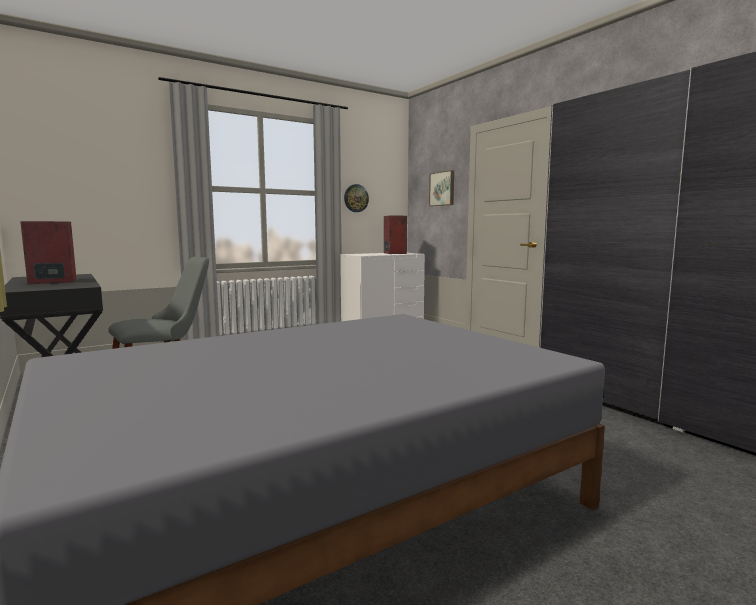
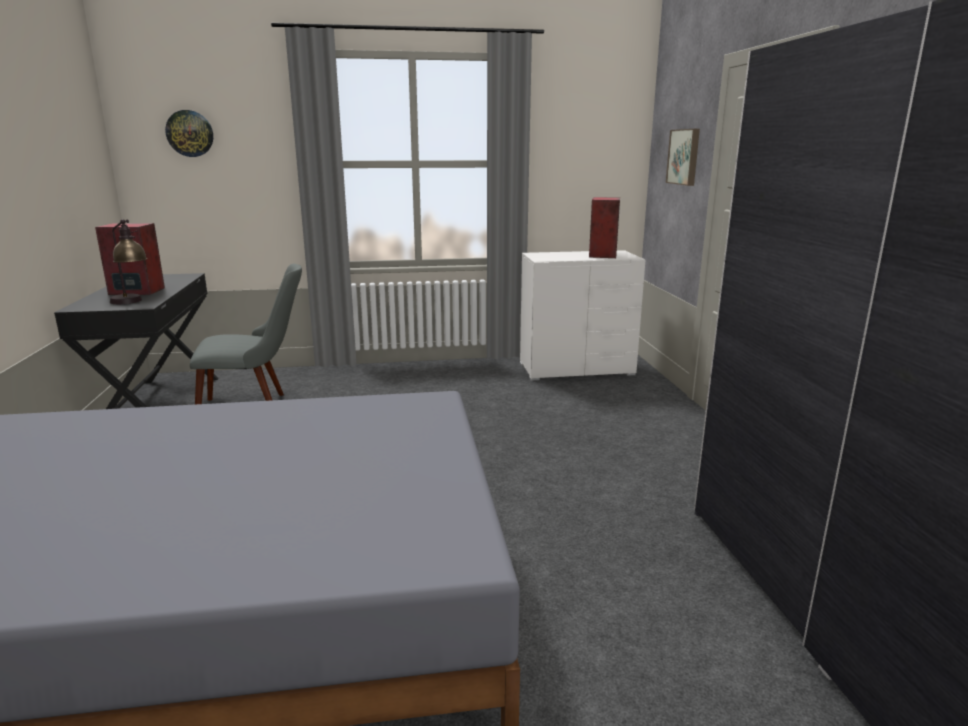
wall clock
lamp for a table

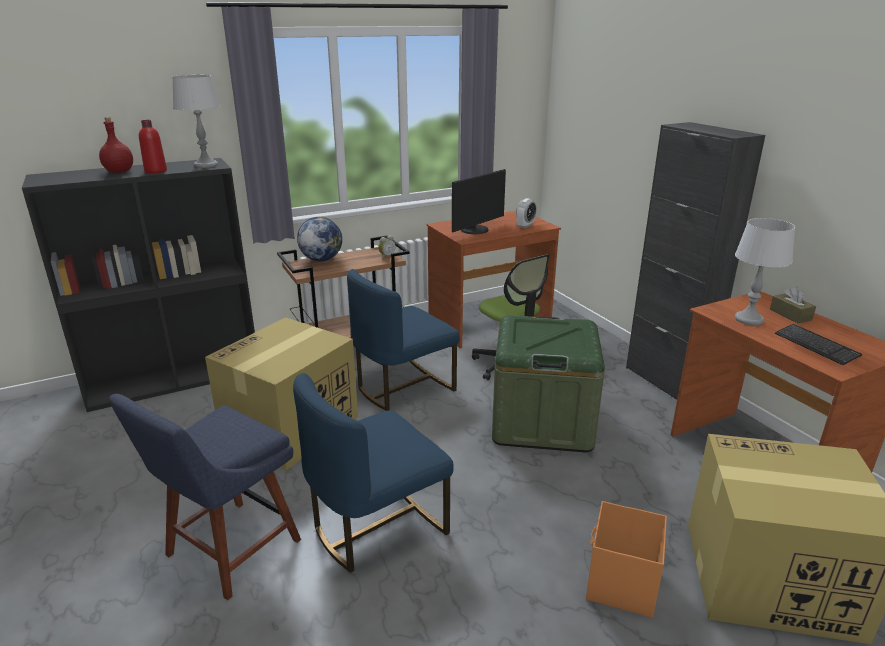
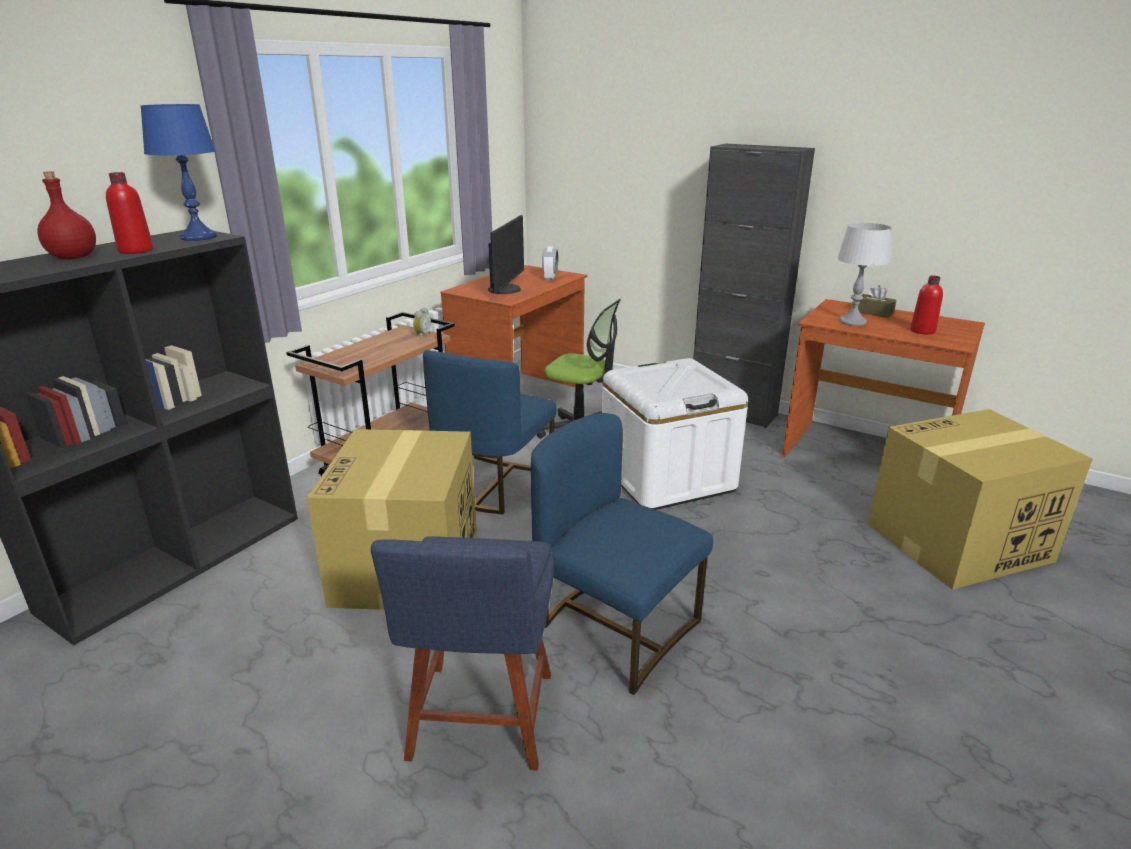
bluish lamp for a table
globe
white storage container
red-coloured bottle (no. 3 from left)
bluish upright chair (no. 3 from left)
orangey storage container

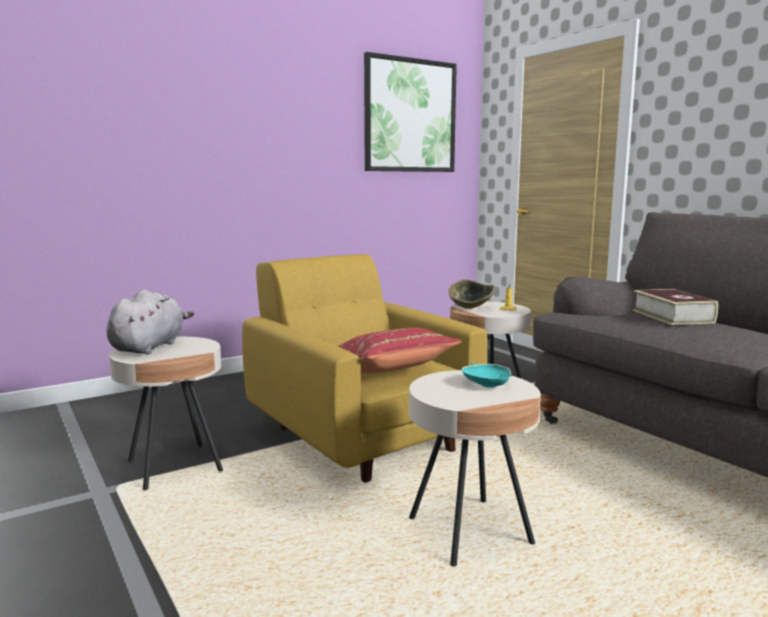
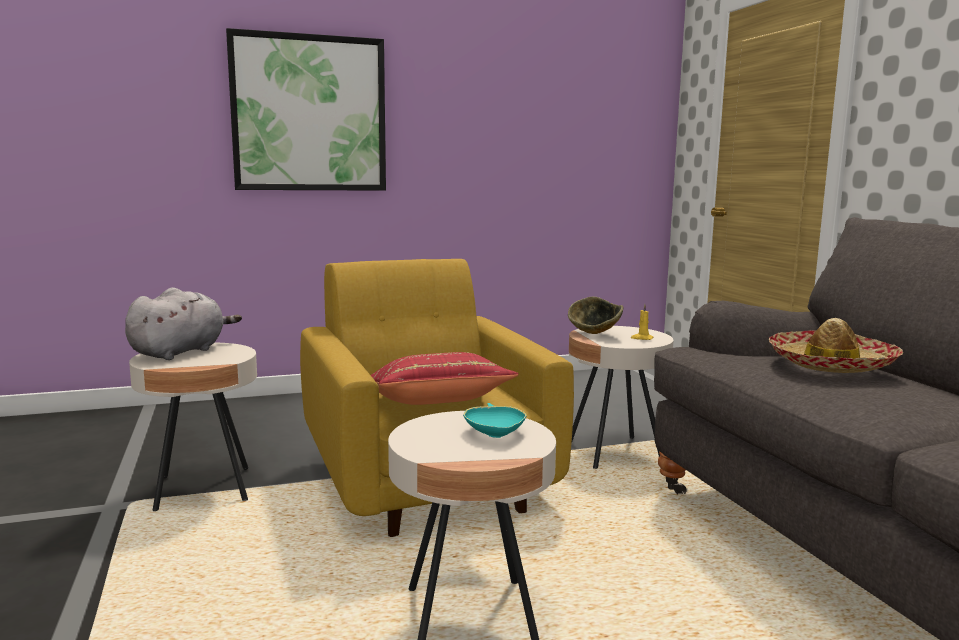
wall picture
wearable hat

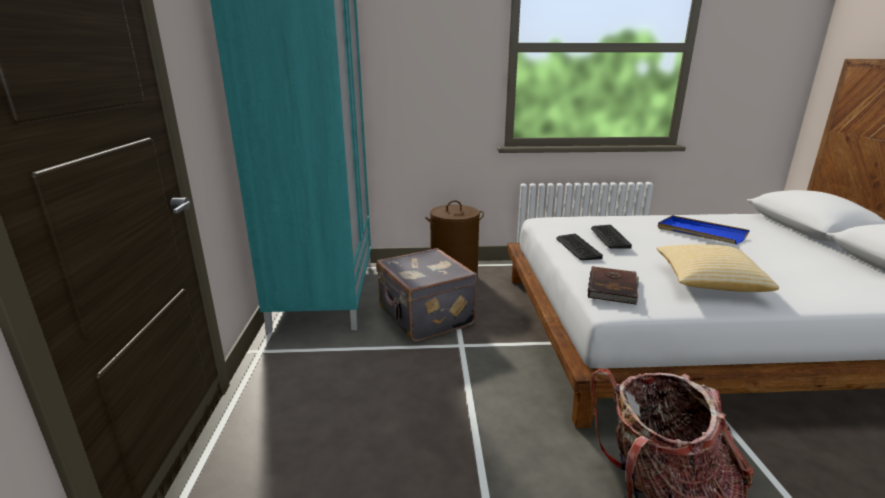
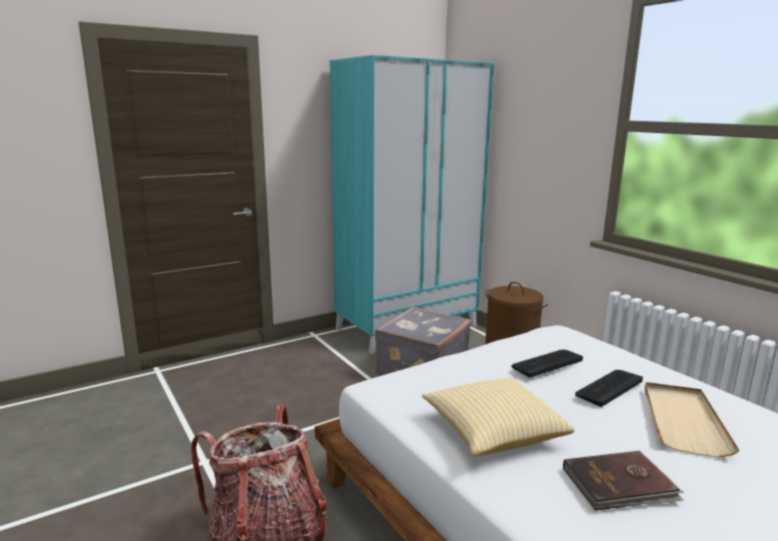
beige serving tray
PC keyboard (no. 2 from left)
brown-coloured bound book

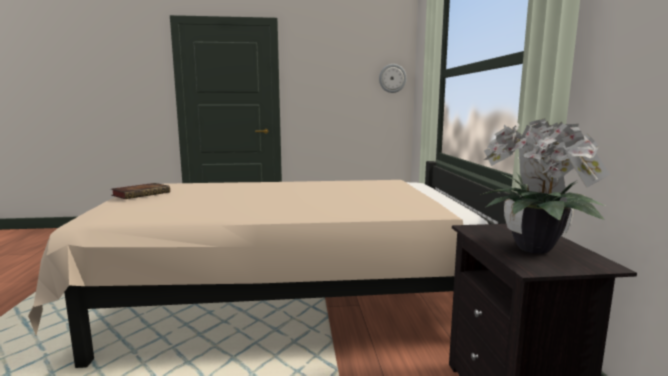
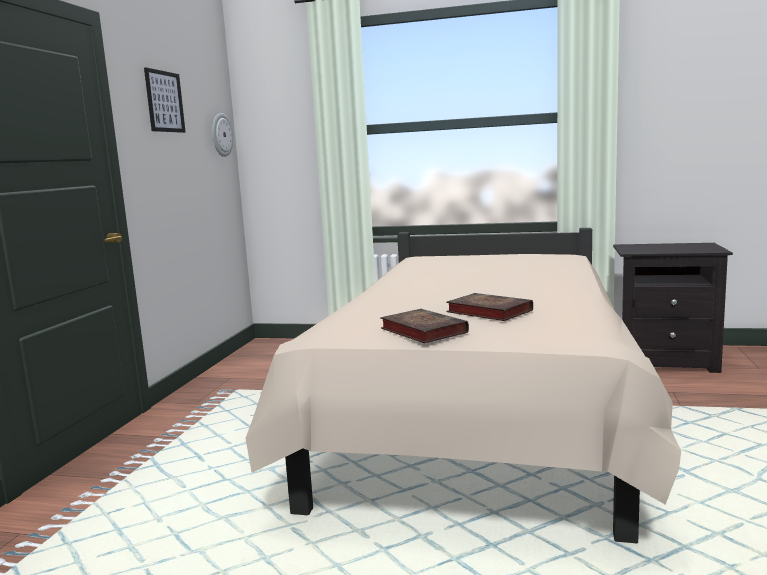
potted plant
wall picture
bound book (no. 2 from left)

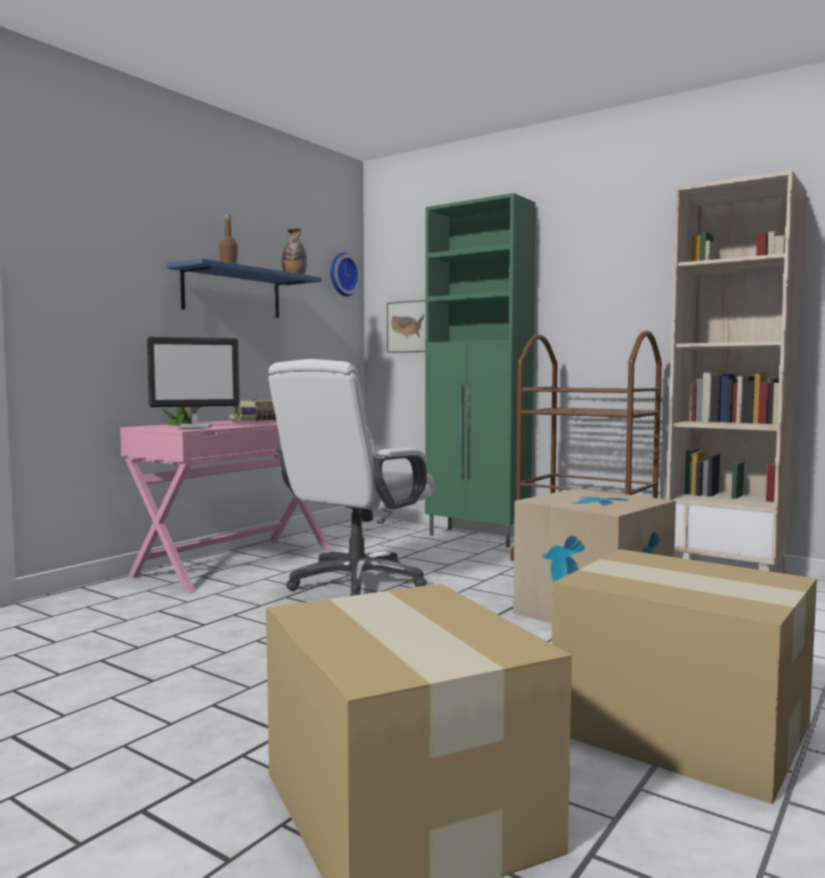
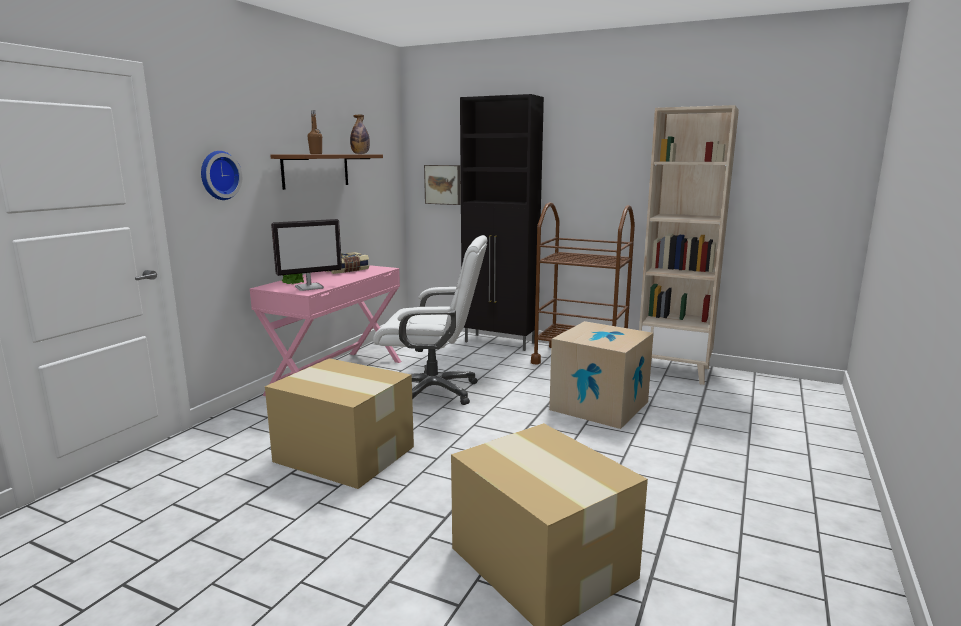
black-coloured cabinet
wall clock
brown-coloured shelf
white office chair
carton (no. 1 from left)

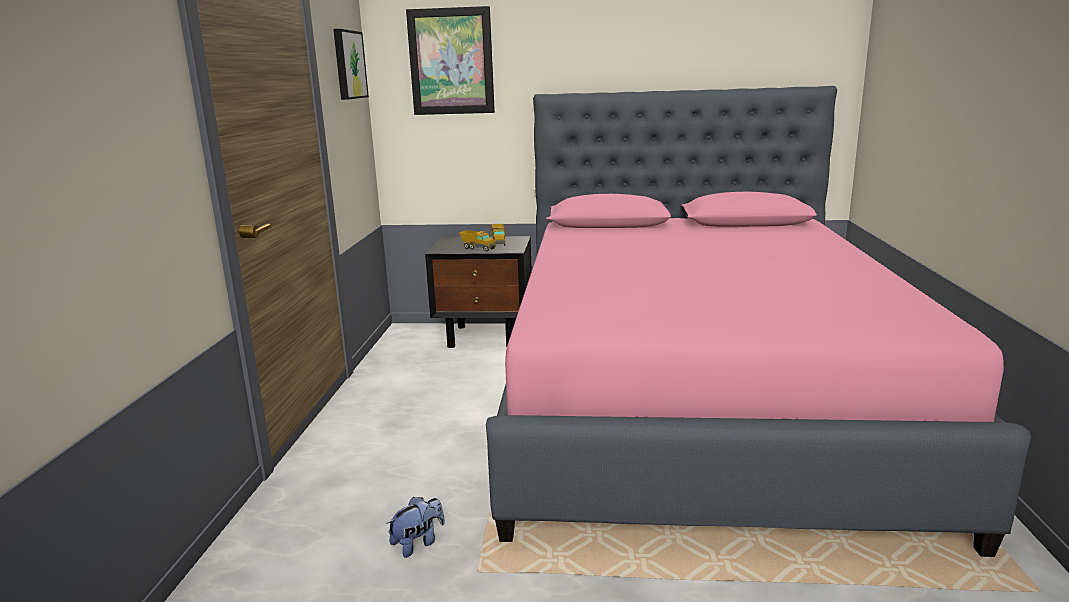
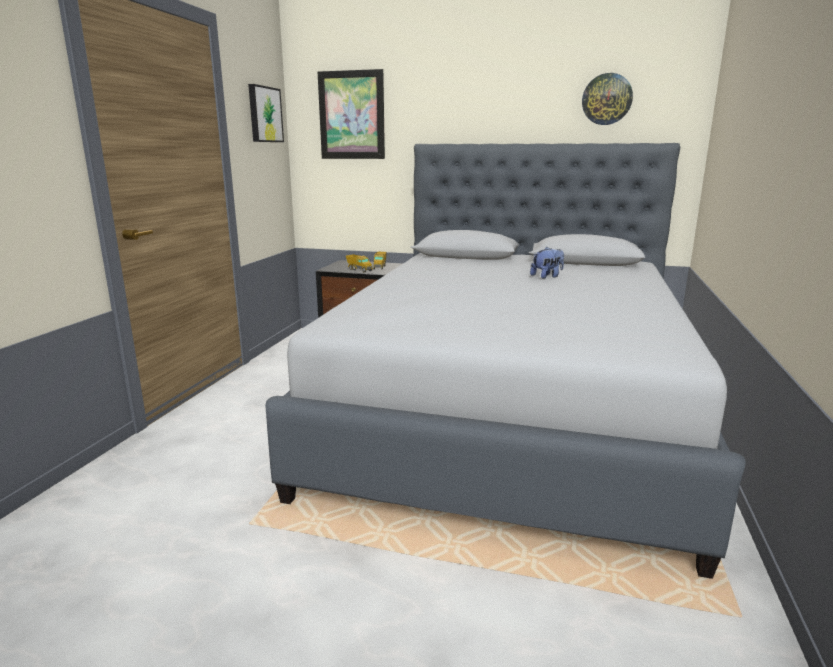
gray bedroom bed
cuddly toy
wall clock

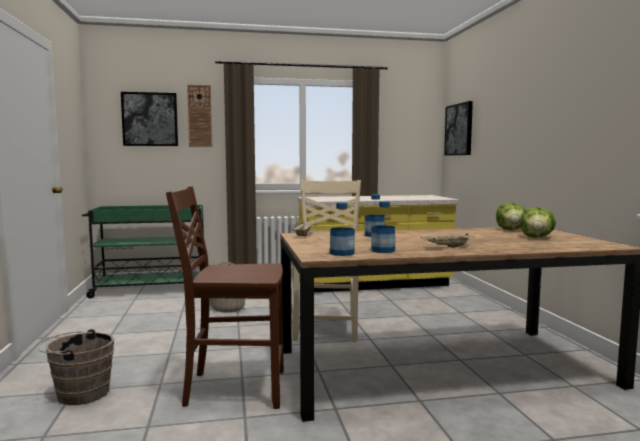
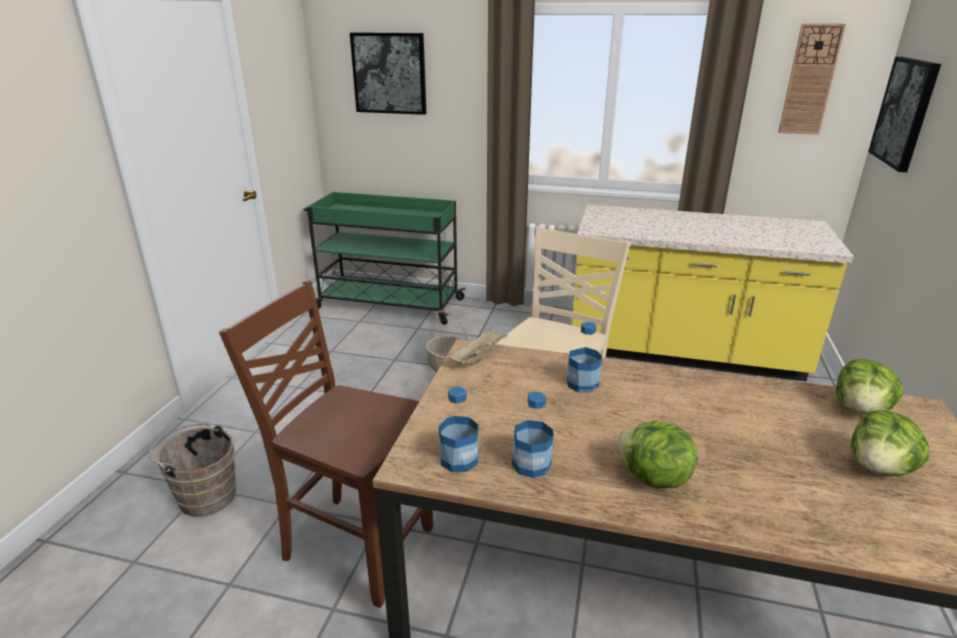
wall clock
lettuce head (no. 1 from left)

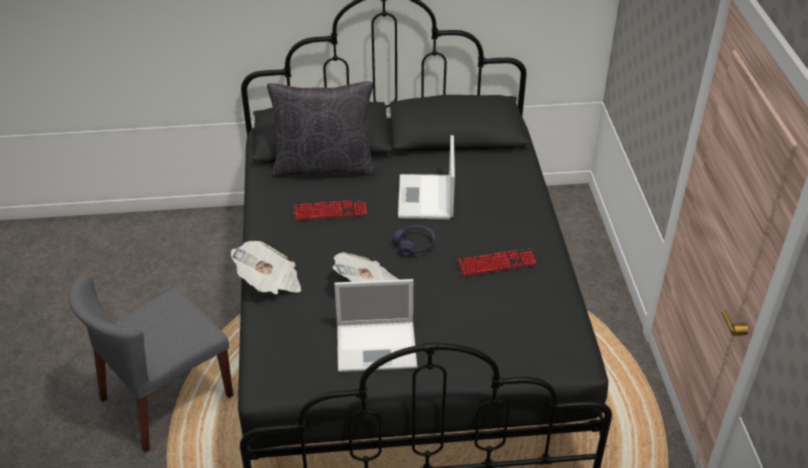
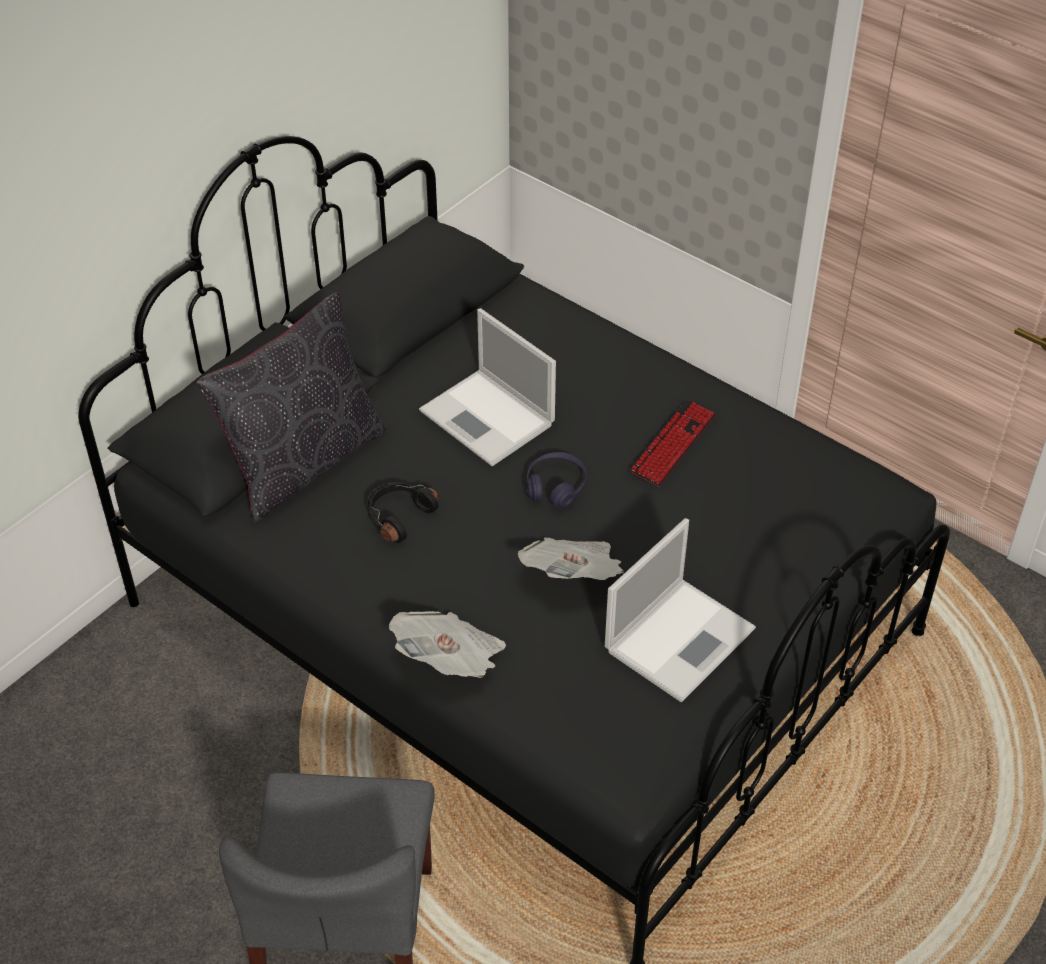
black-coloured headset

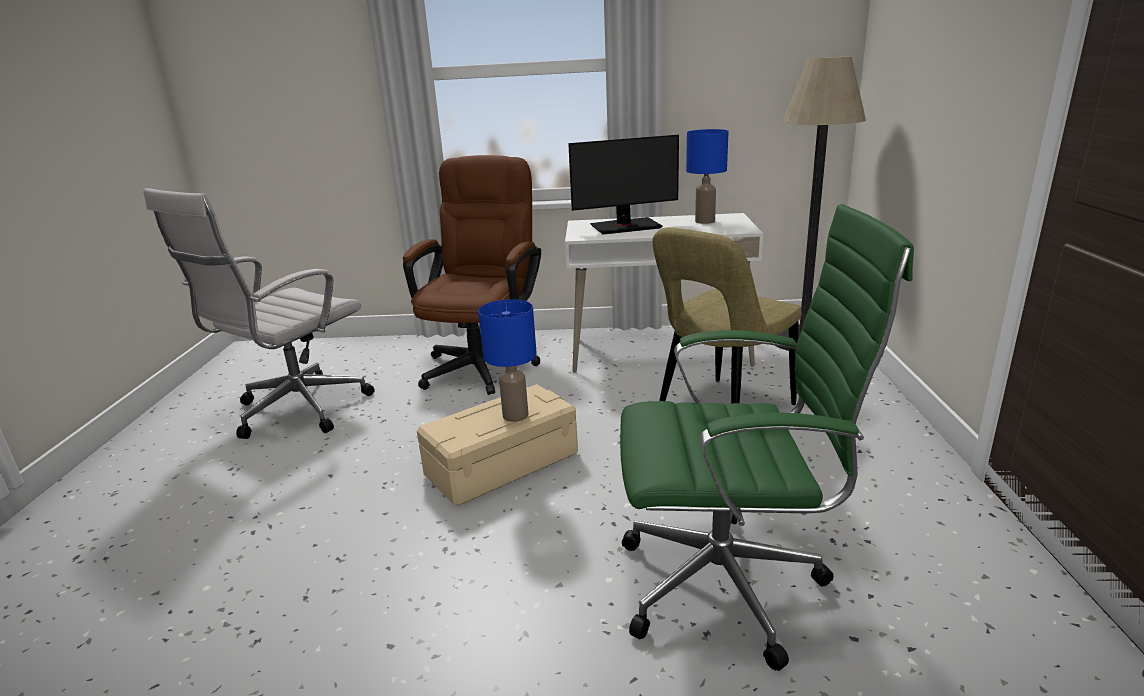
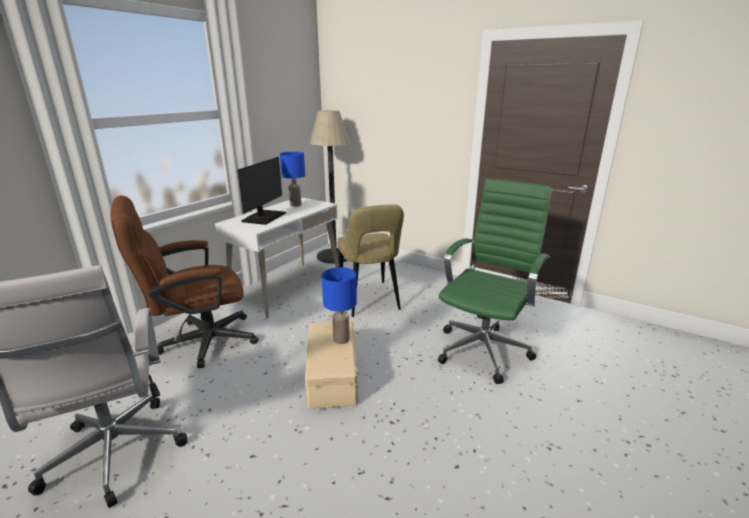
brown-coloured office chair

